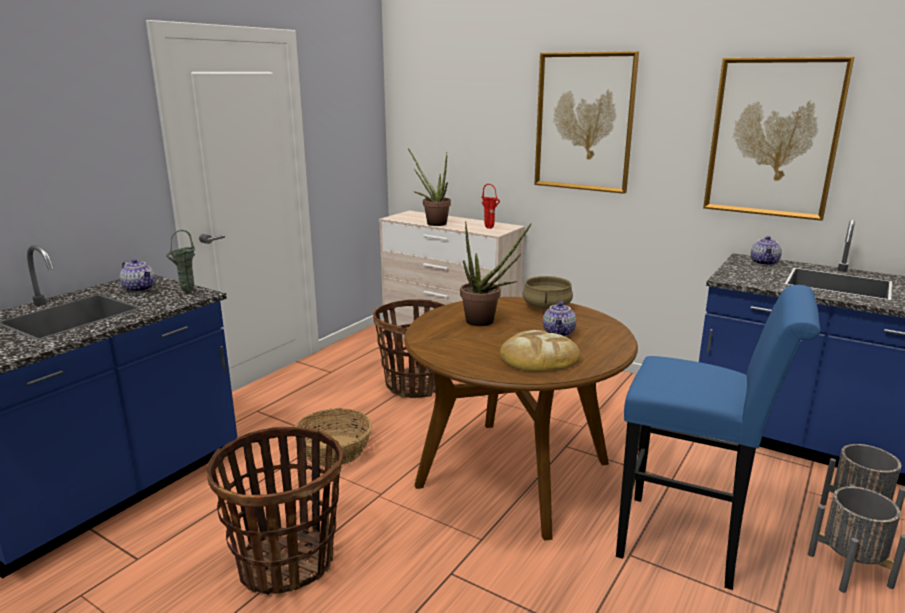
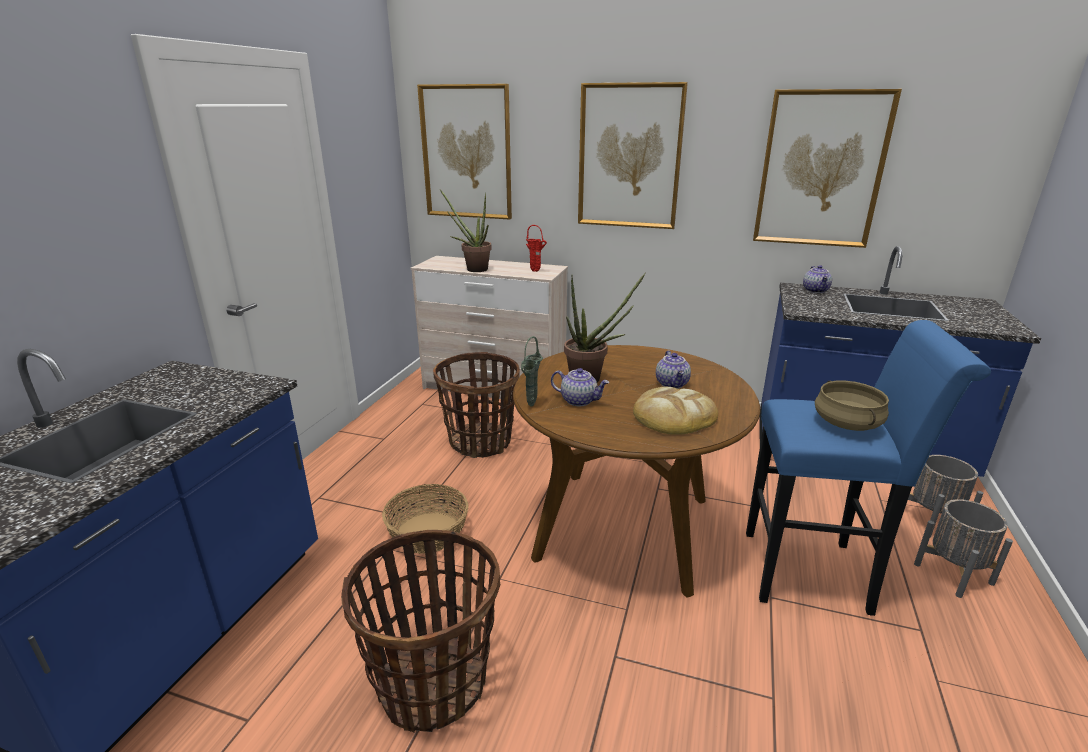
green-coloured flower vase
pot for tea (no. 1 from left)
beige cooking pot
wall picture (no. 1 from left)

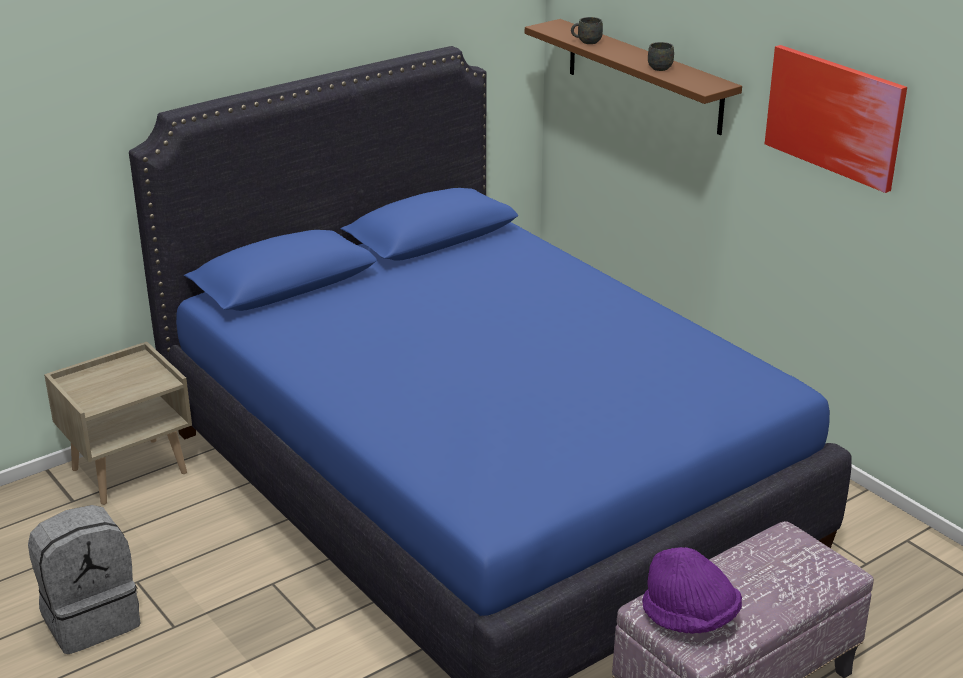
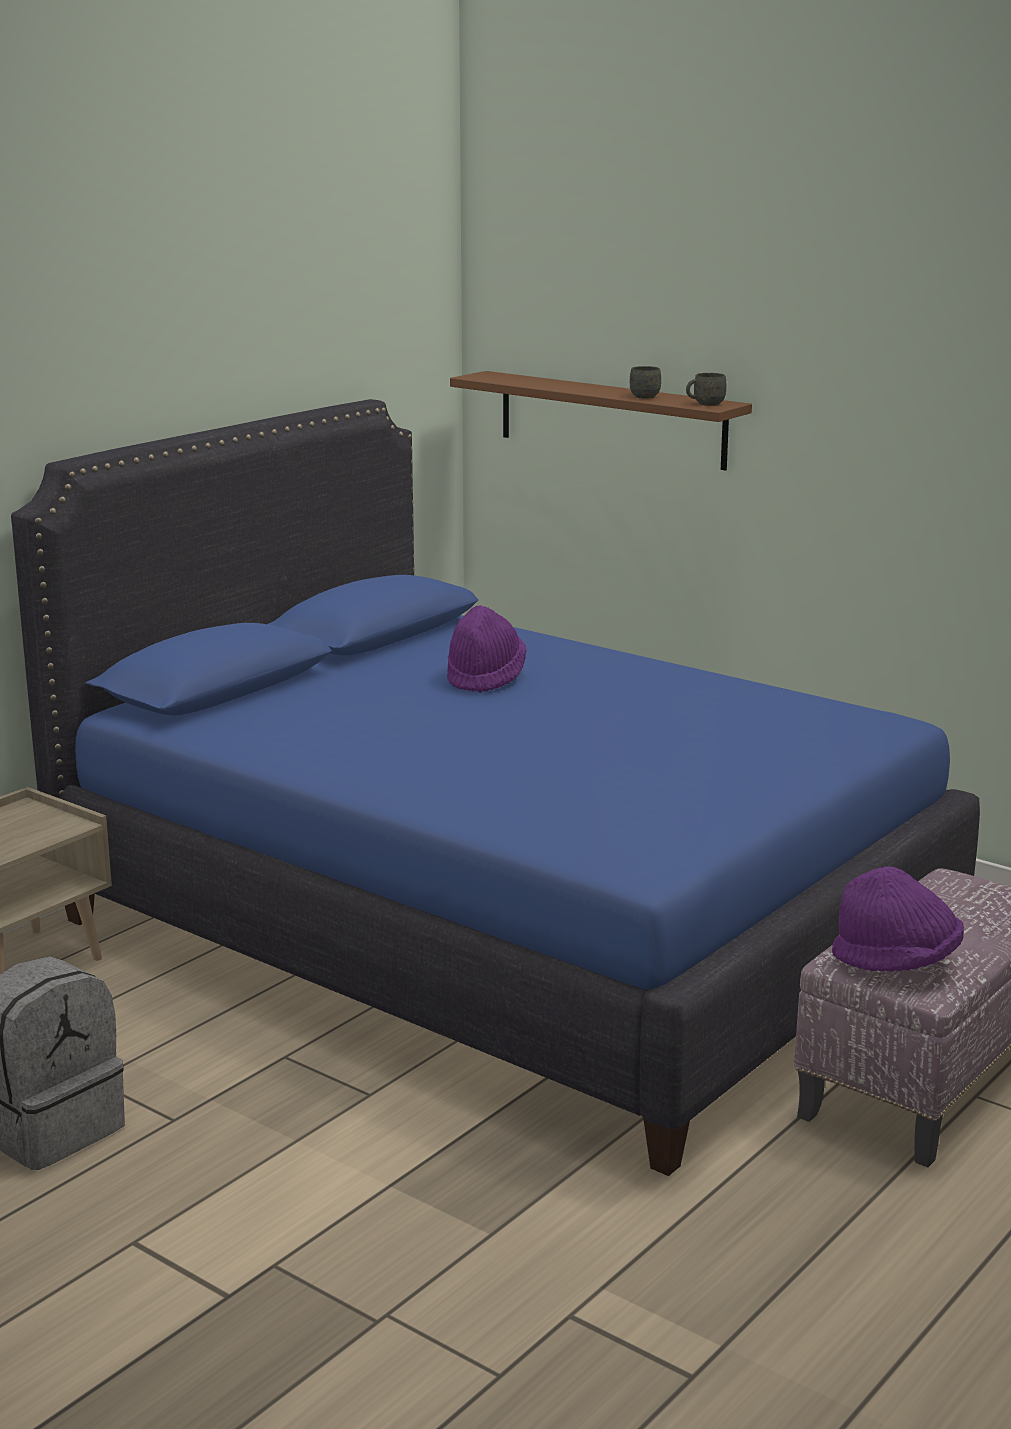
gray tea mug (no. 2 from left)
wall picture
purple wearable hat (no. 1 from left)

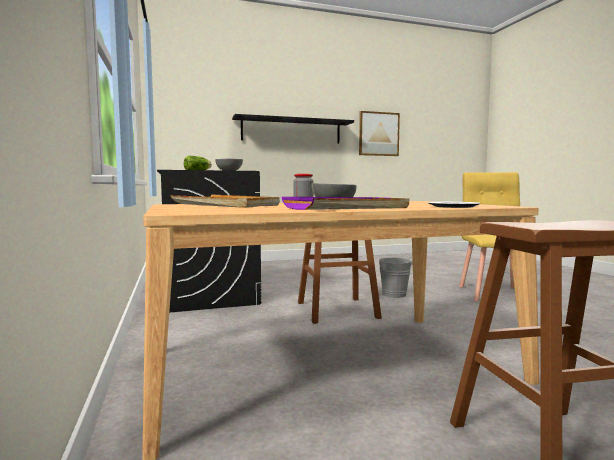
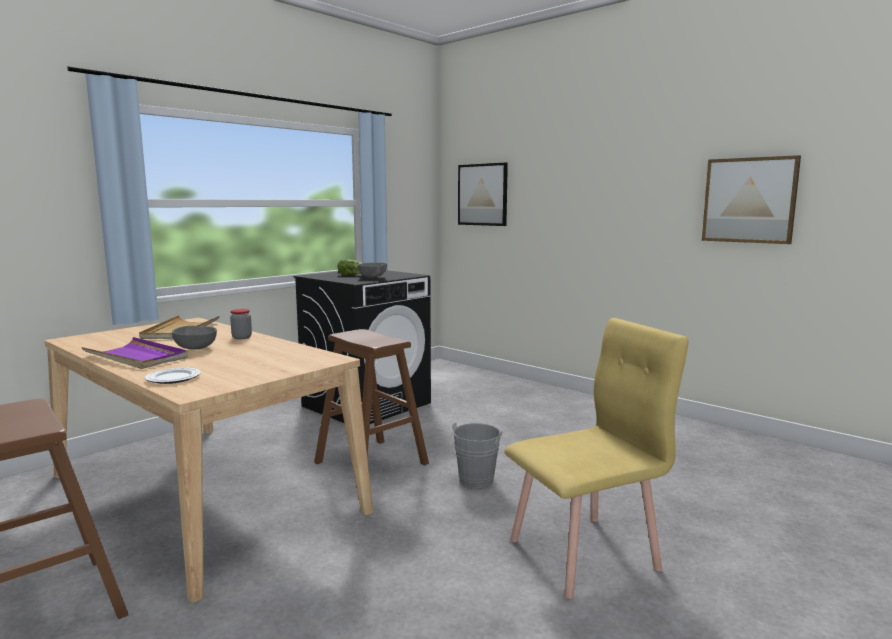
black-coloured shelf
wall picture (no. 1 from left)

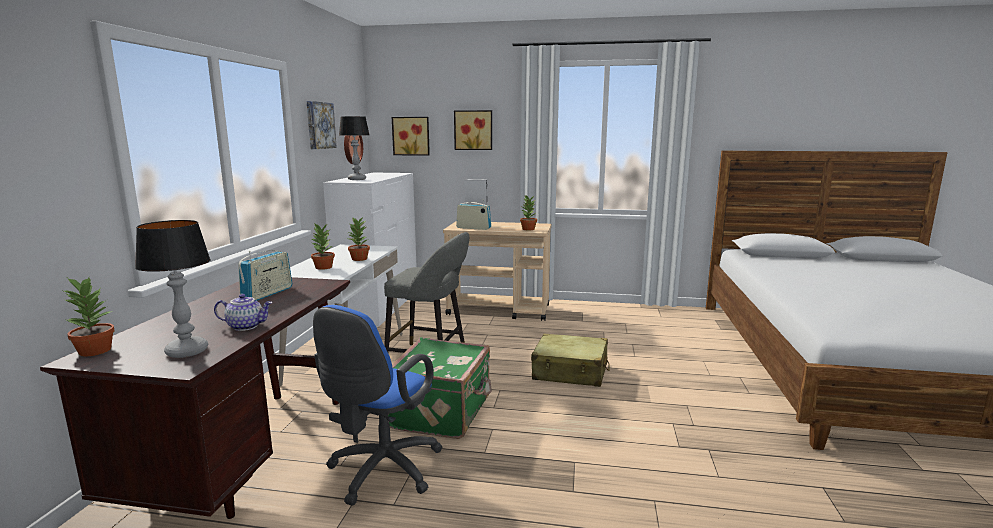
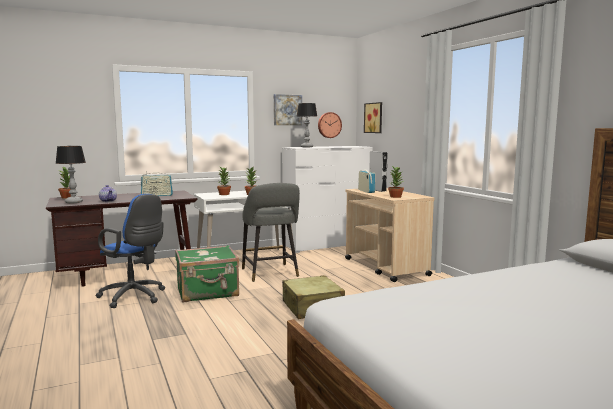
wall picture (no. 3 from left in the first image)
bluish office chair

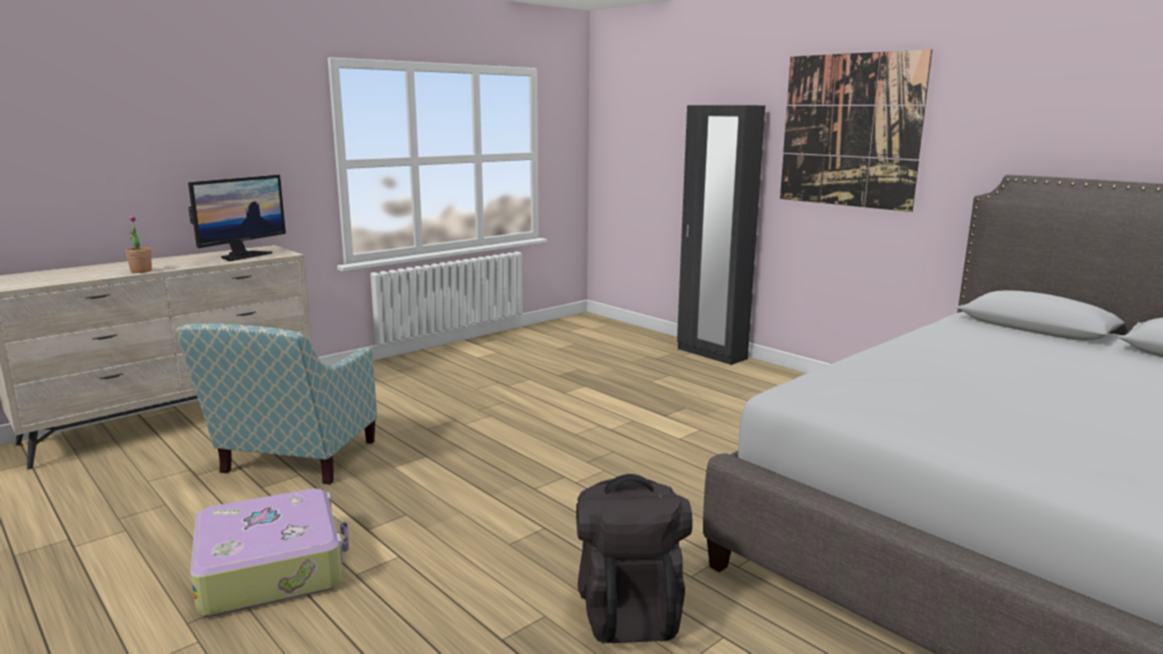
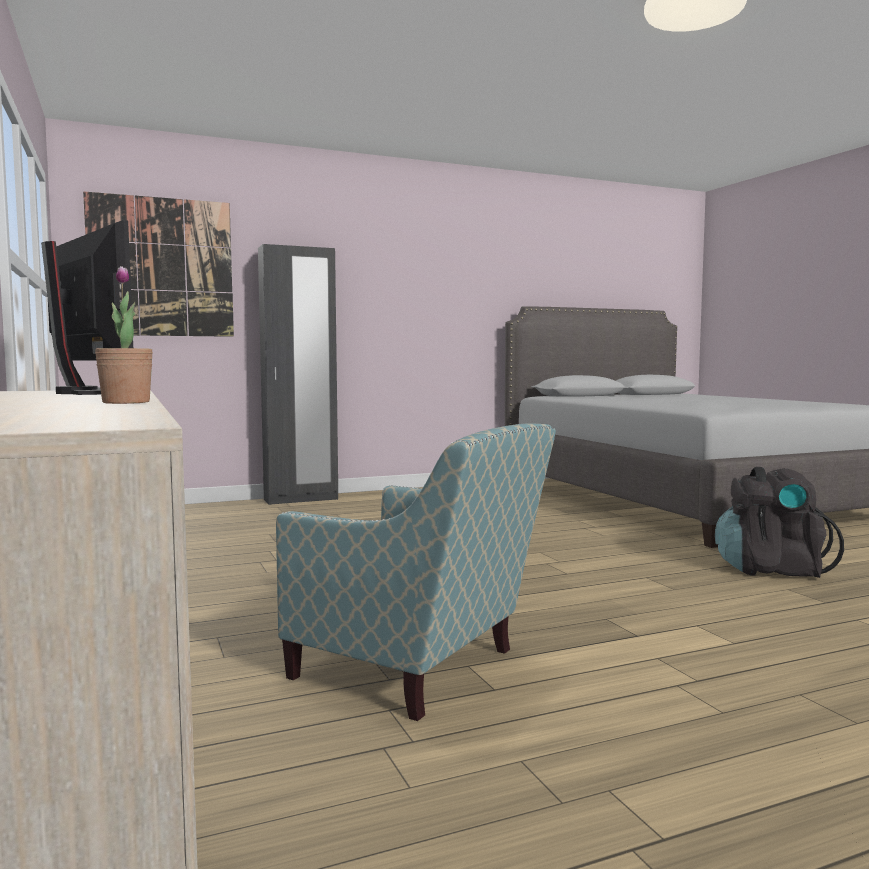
wall picture
suitcase

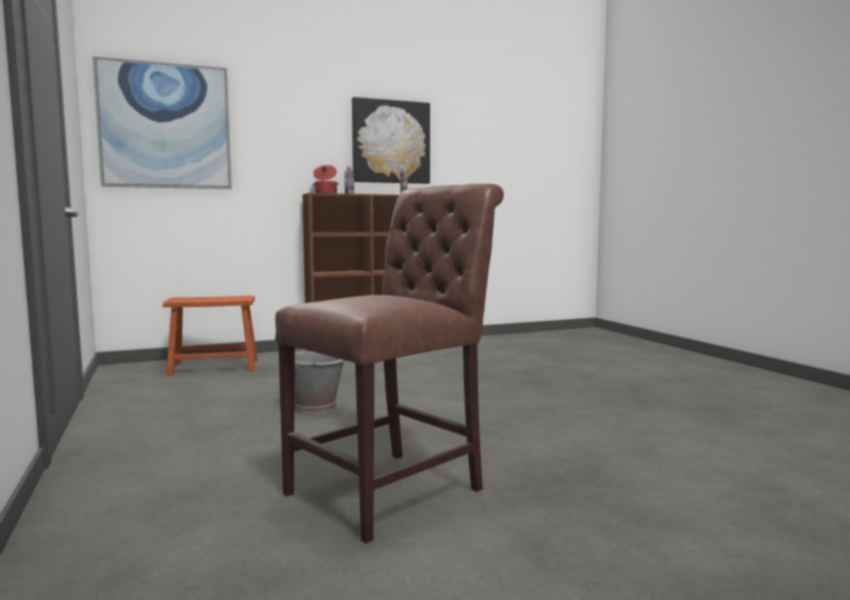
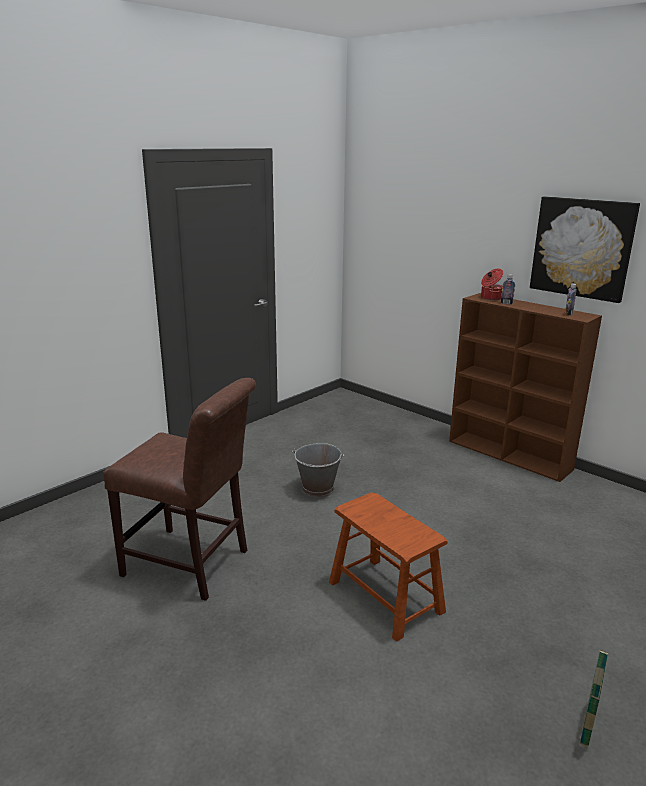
wall picture (no. 1 from left in the first image)
brown-coloured stool seat
household basket

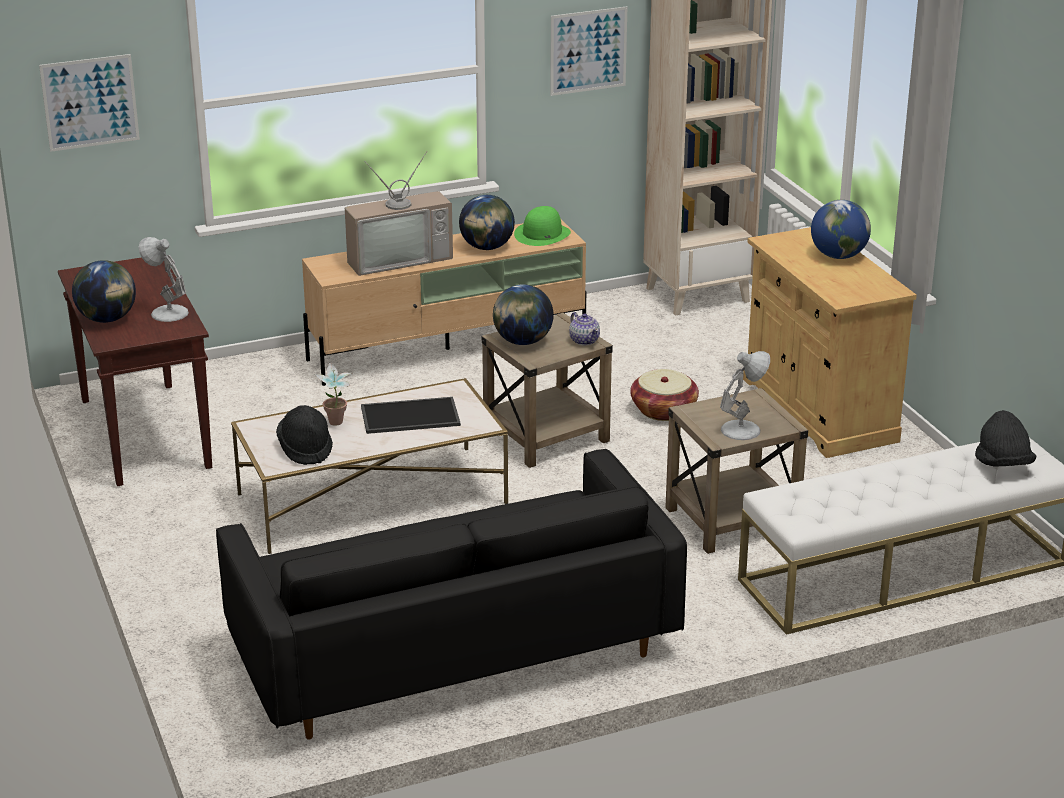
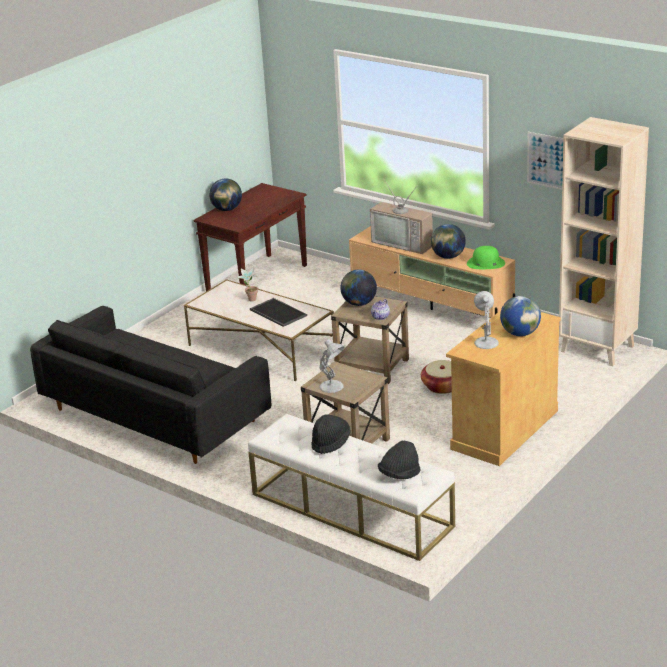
wall picture (no. 1 from left in the first image)
white lamp for a table (no. 2 from left)
black-coloured wearable hat (no. 1 from left)

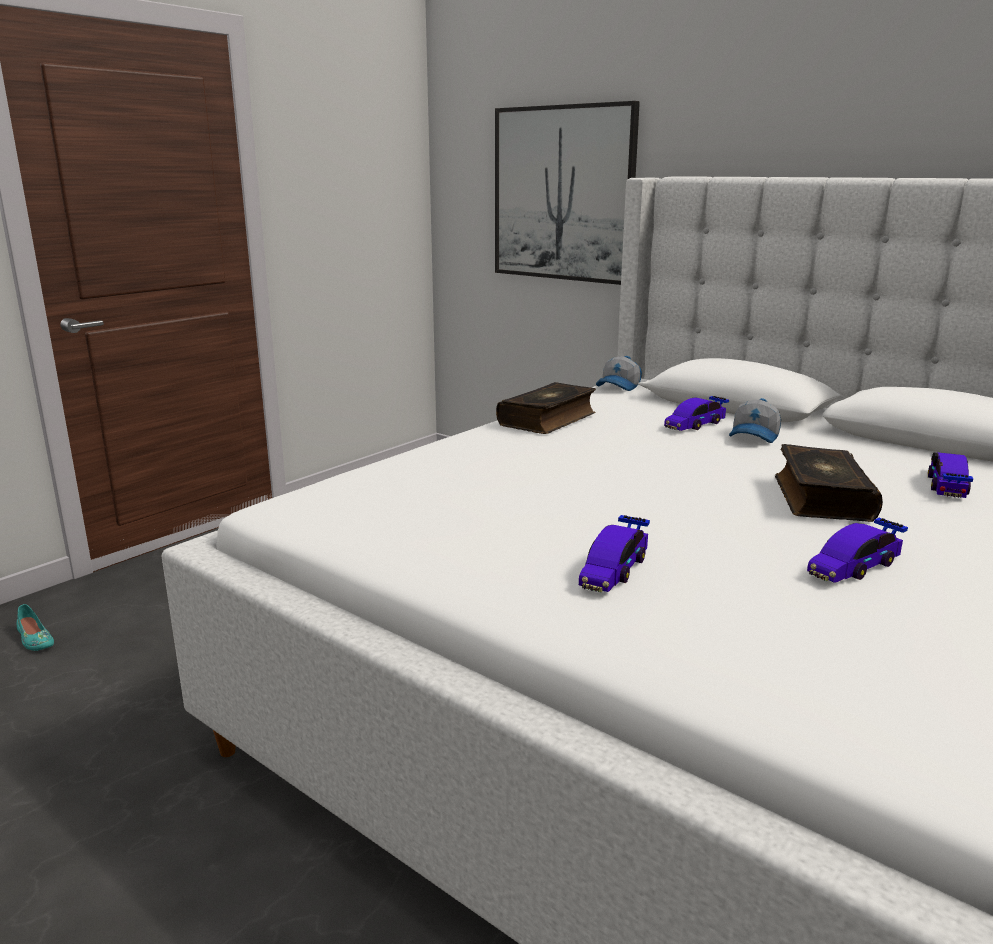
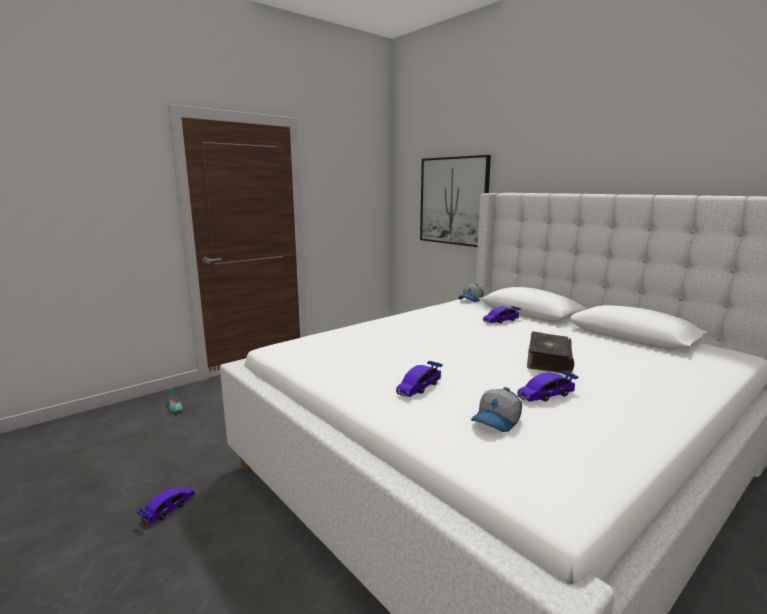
bound book (no. 1 from left in the first image)
peaked cap (no. 2 from left)
model car (no. 1 from left)

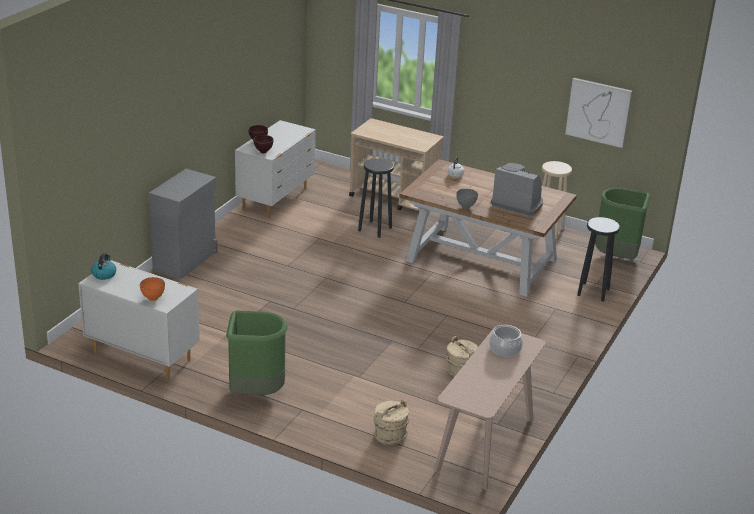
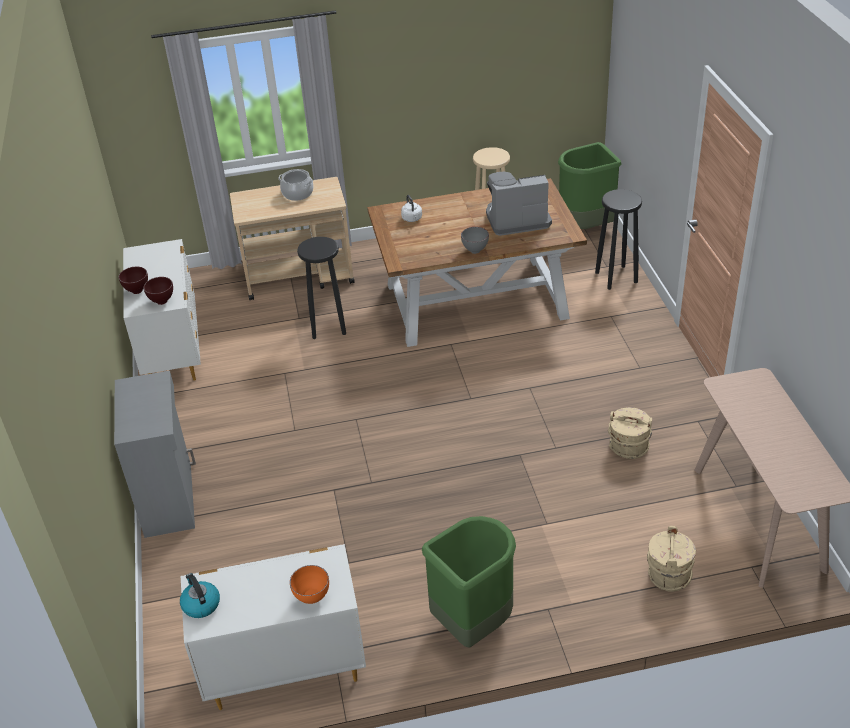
wall picture
cooking pot

